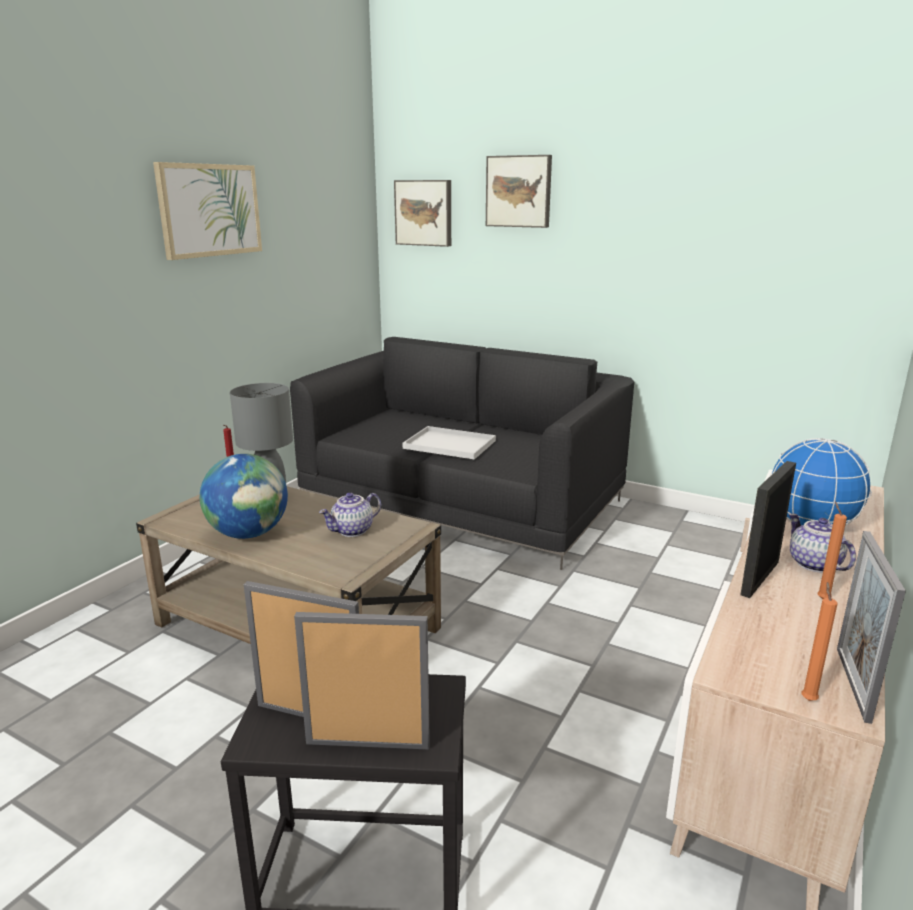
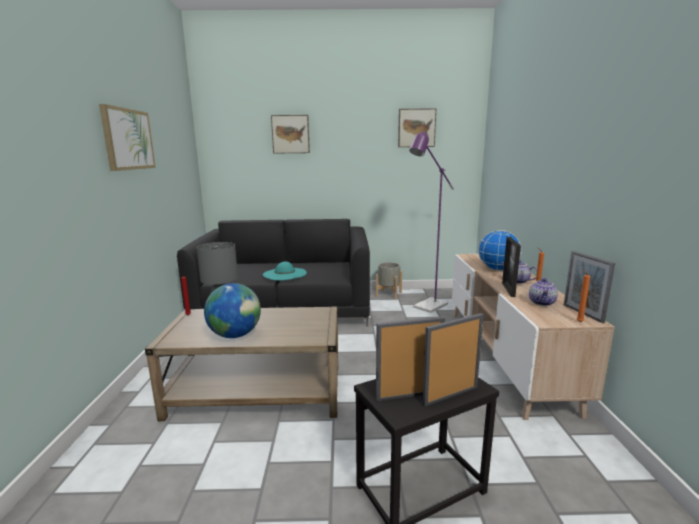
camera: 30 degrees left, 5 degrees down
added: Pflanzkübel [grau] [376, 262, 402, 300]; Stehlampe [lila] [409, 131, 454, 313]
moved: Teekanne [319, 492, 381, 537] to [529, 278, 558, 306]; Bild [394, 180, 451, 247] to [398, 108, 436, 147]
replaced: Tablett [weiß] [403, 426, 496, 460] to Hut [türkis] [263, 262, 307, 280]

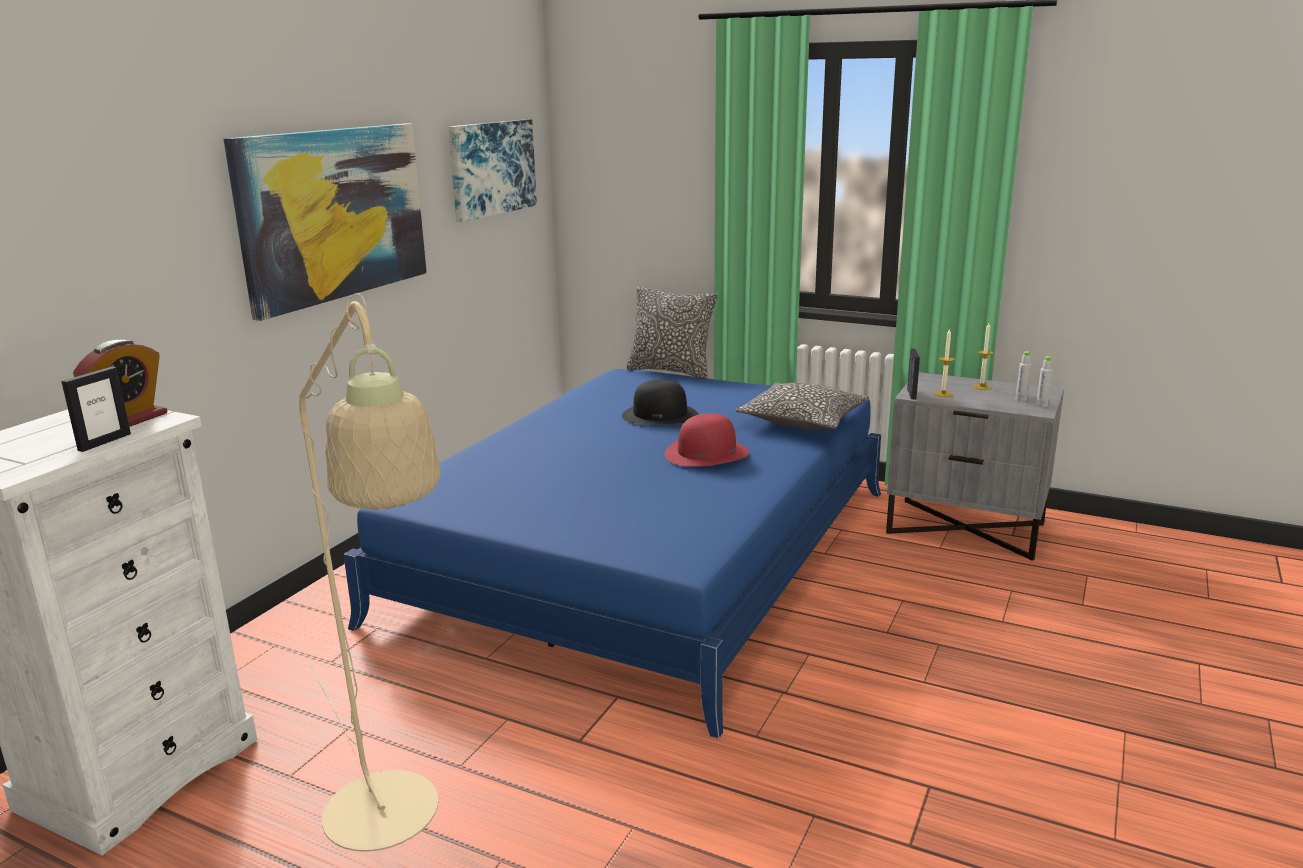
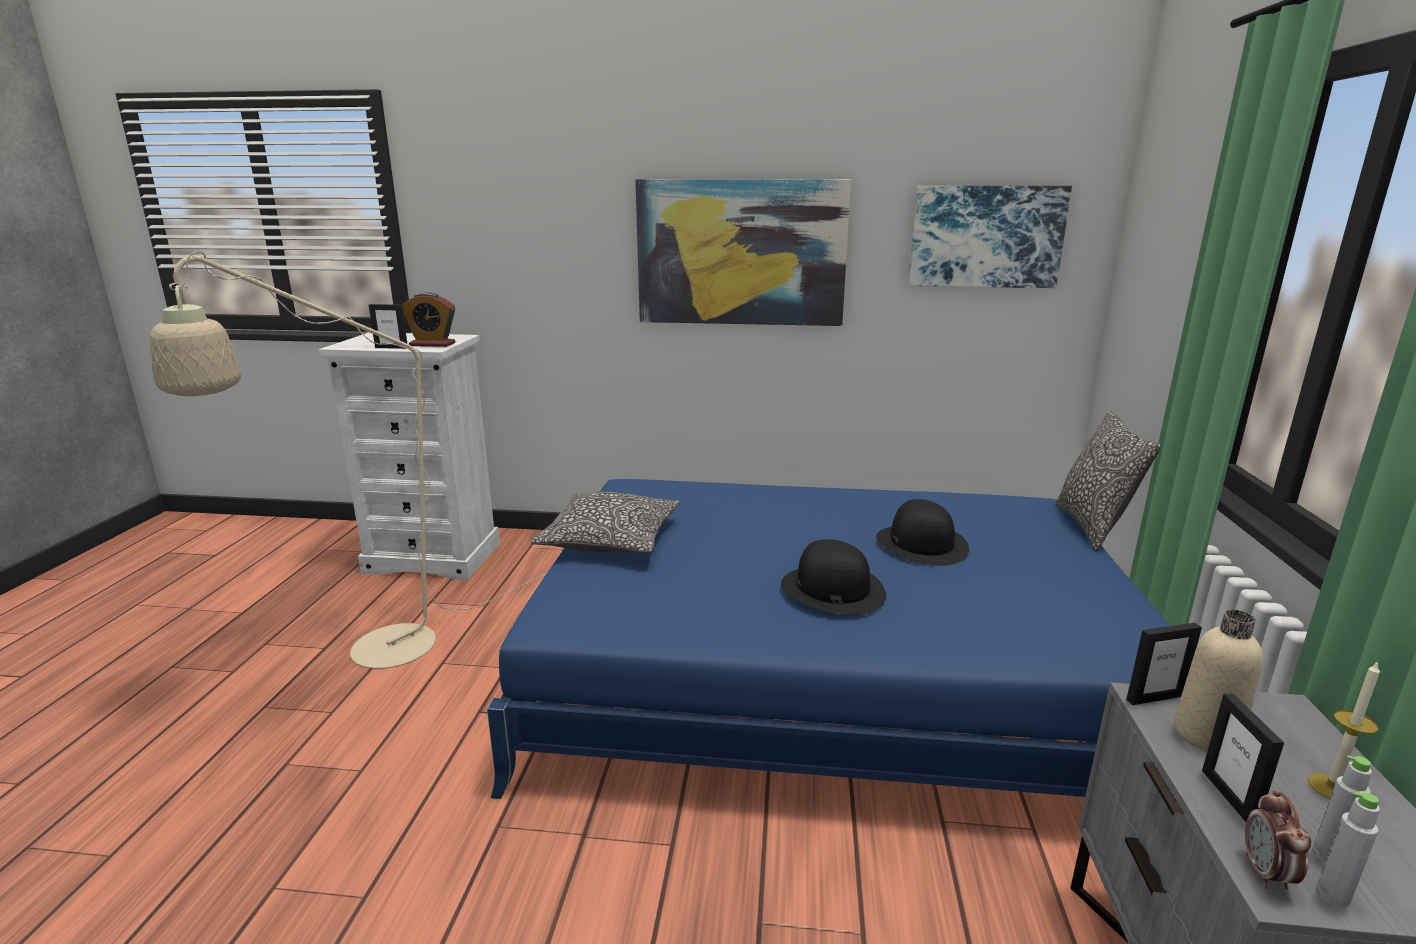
camera: 70 degrees right, 0 degrees up
added: Bilderrahmen [1202, 694, 1284, 822]; Wecker [1245, 790, 1311, 889]
moved: Kissen [735, 383, 869, 430] to [531, 492, 679, 553]
replaced: Kerze [934, 328, 955, 397] to Flasche [beige] [1174, 609, 1263, 752]
recoloured: Hut [rot] [665, 413, 749, 467] to Hut [schwarz] [781, 539, 886, 615]

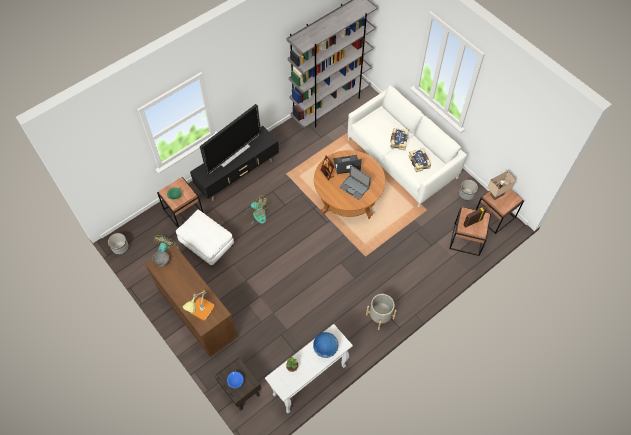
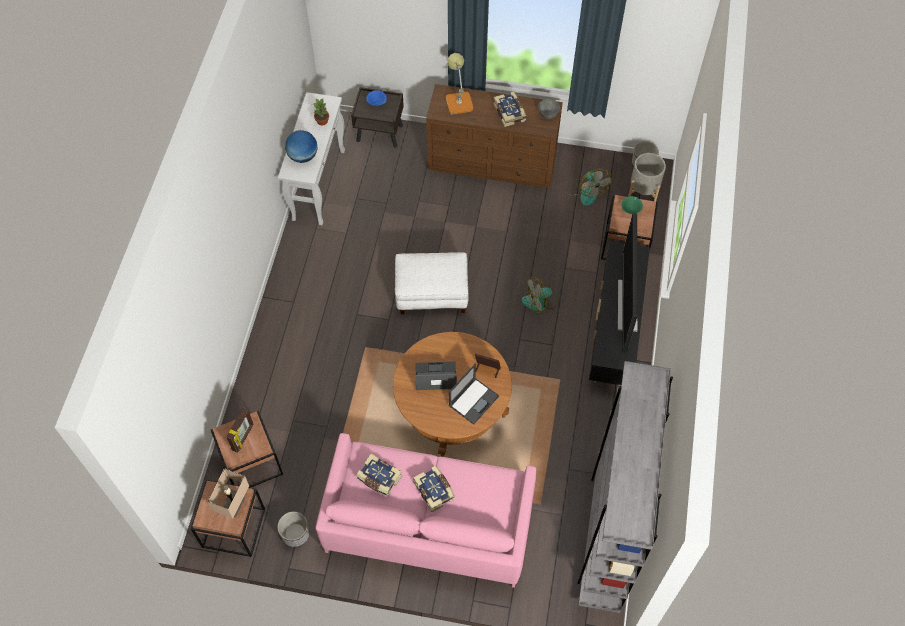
camera: 140 degrees right, 0 degrees up
added: Buch [493, 92, 526, 127]
moved: Polsterhocker [weiß] [176, 209, 234, 267] to [395, 252, 469, 314]; Pflanzkübel [grau] [366, 294, 397, 330] to [628, 153, 666, 202]
recoloured: Sofa [weiß] [348, 86, 467, 207] to Sofa [rosa] [315, 433, 536, 588]

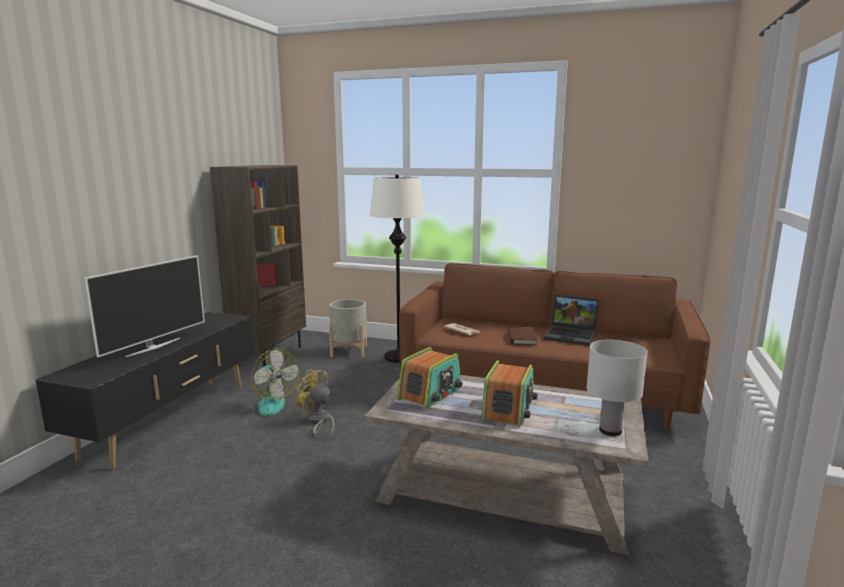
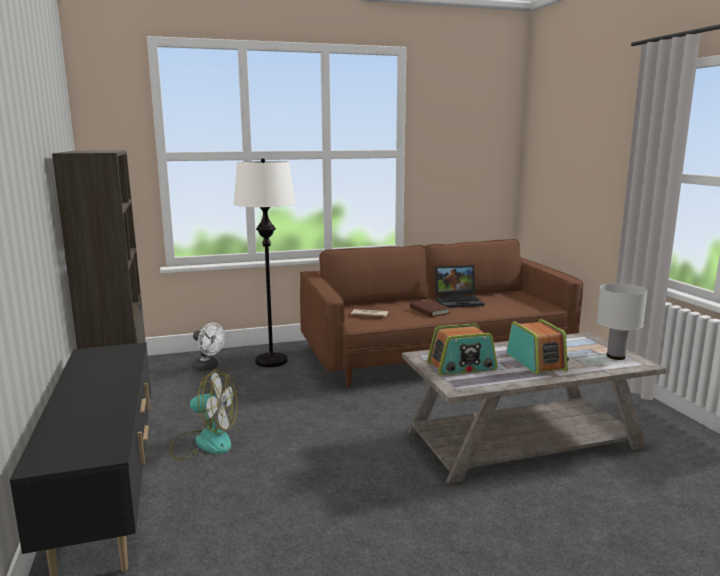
camera: 35 degrees left, 0 degrees up
removed: Fernseher [84, 255, 205, 357]; Ventilator [gelb] [296, 369, 334, 438]
replaced: Pflanzkübel [grau] [329, 299, 367, 357] to Ventilator [weiß] [192, 323, 225, 371]
turned: Radio [397, 347, 463, 409] = [427, 323, 498, 375] 75 degrees clockwise

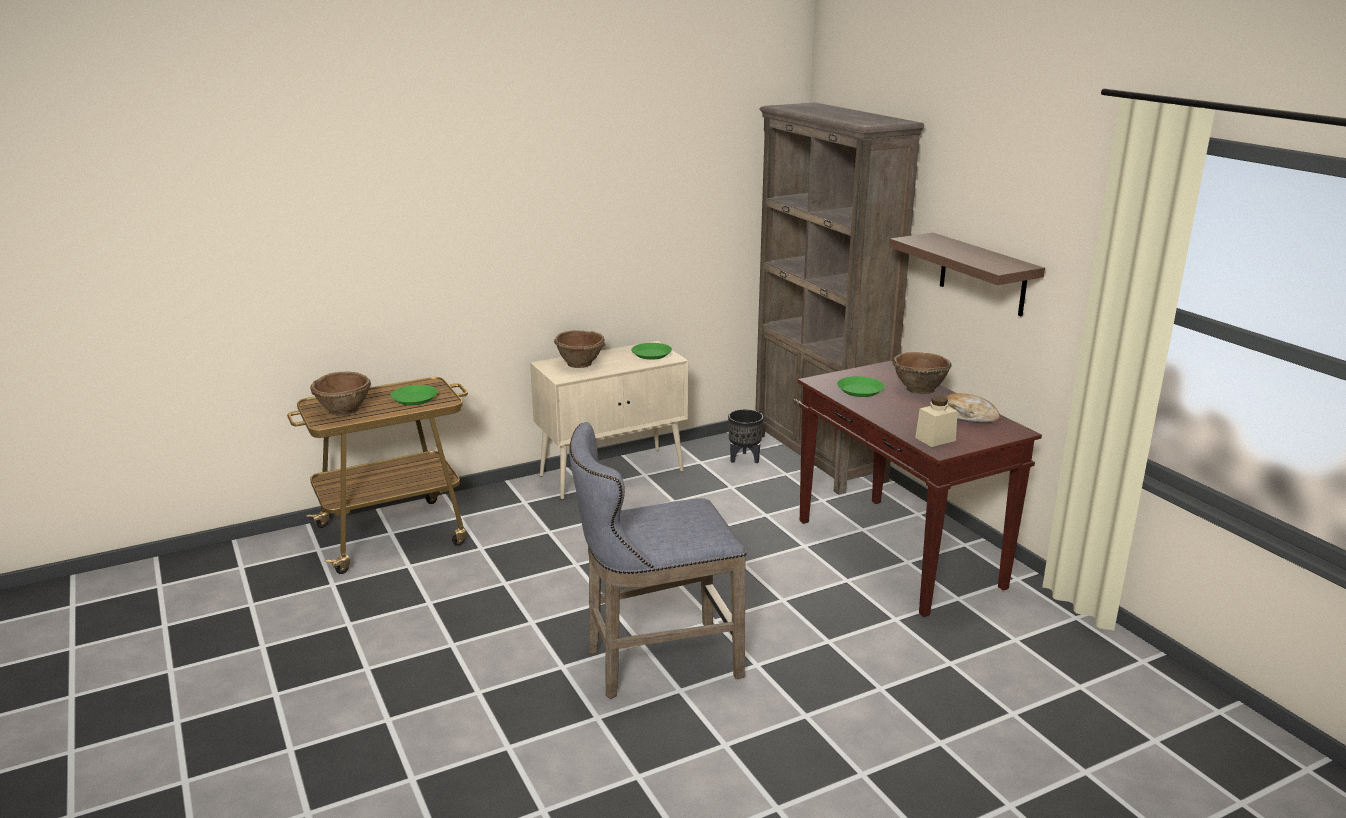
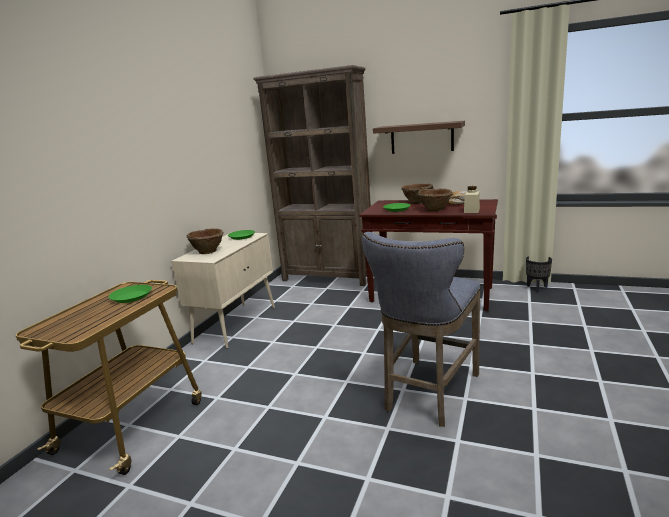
camera: 40 degrees left, 5 degrees down
moved: Schüssel [braun] [310, 372, 371, 416] to [418, 188, 453, 212]; Pflanzkübel [schwarz] [728, 409, 764, 463] to [526, 257, 552, 292]

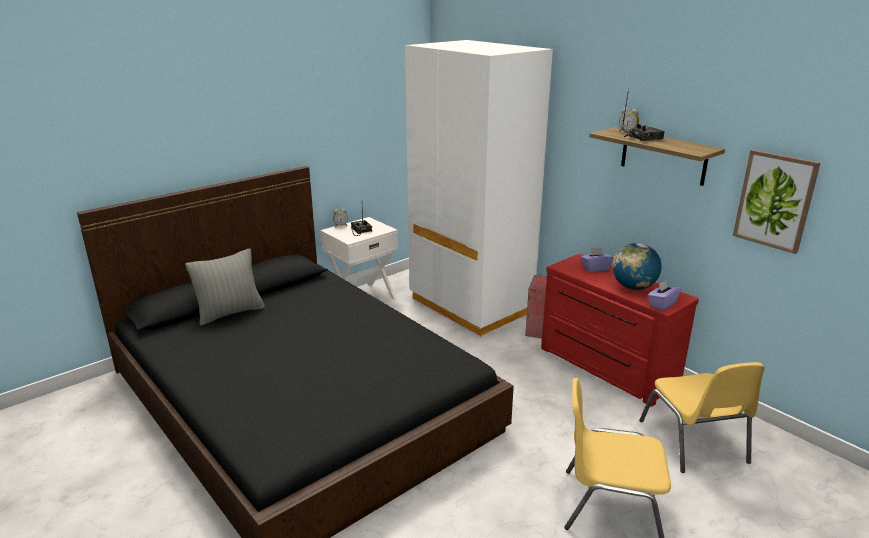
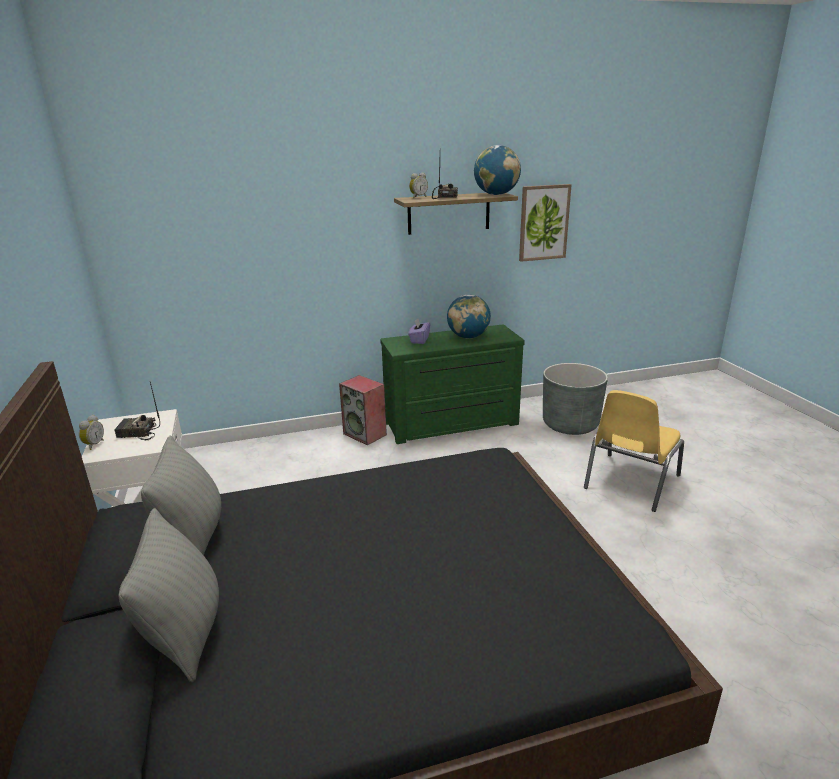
camera: 65 degrees left, 0 degrees up
removed: Kleiderschrank [weiß] [405, 40, 553, 336]; Taschentuchbox [lila] [648, 280, 681, 311]
added: Kissen [grau] [141, 436, 221, 555]; Globus [474, 145, 521, 195]
replaced: Stuhl [gelb] [639, 362, 765, 473] to Pflanzkübel [grau] [543, 363, 608, 435]
recoloured: Kommode [rot] [541, 254, 699, 407] to Kommode [grün] [380, 324, 525, 444]

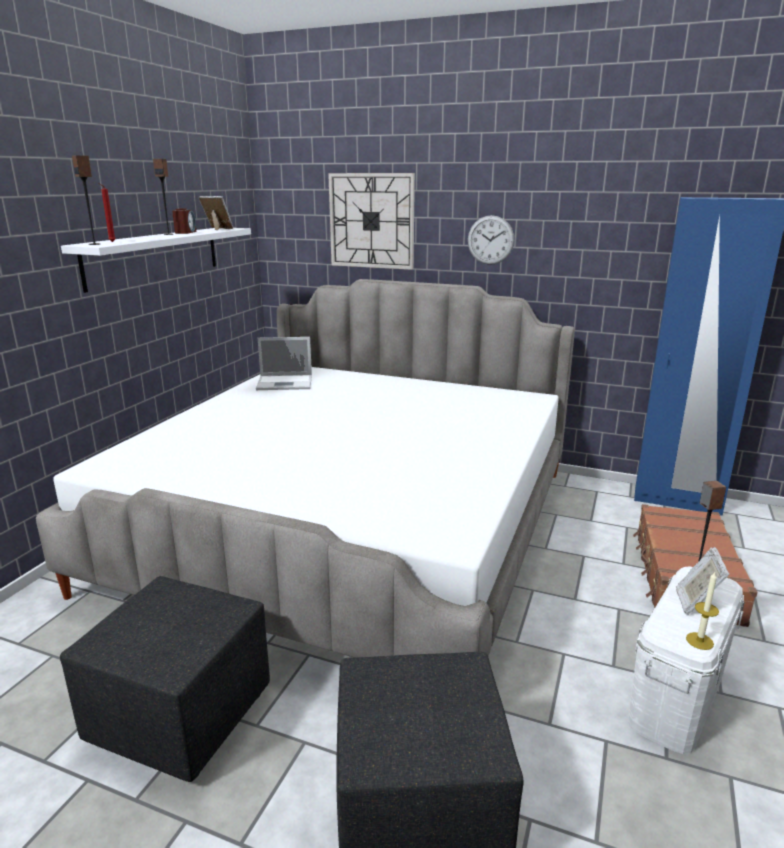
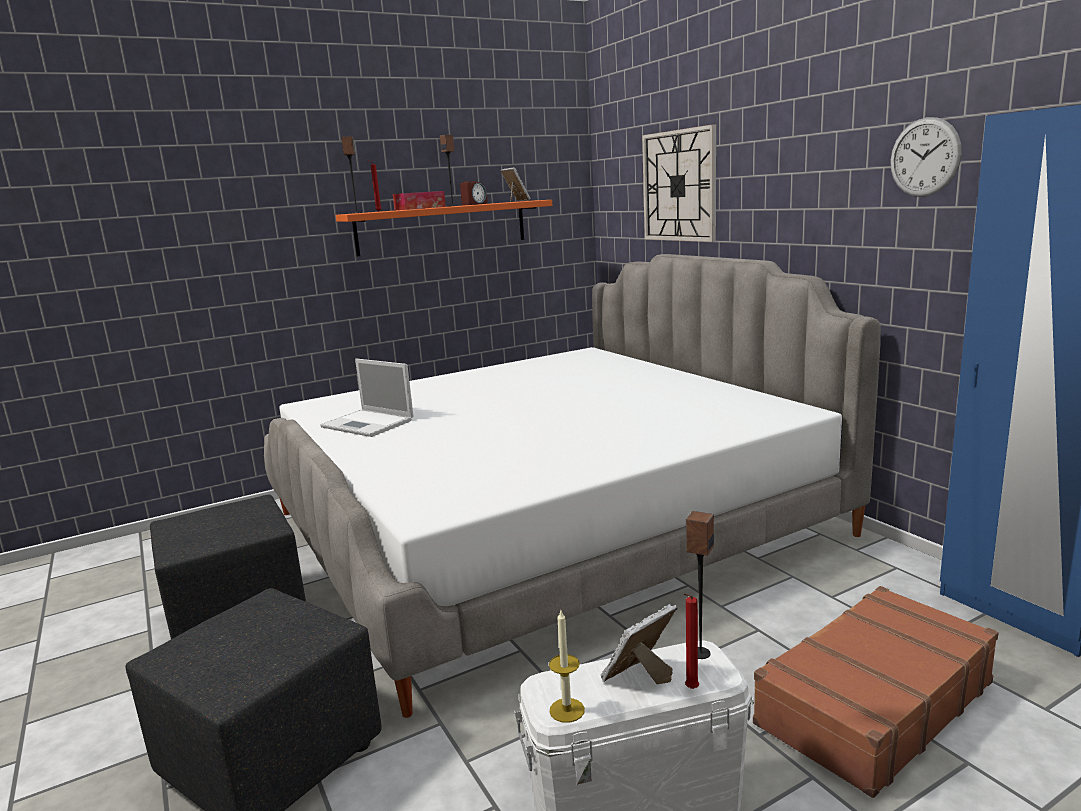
camera: 40 degrees right, 5 degrees down
added: Taschentuchbox [393, 191, 446, 210]; Kerze [rot] [684, 594, 699, 689]
moved: Laptop [256, 337, 312, 390] to [320, 358, 414, 437]; Wanduhr [468, 215, 514, 265] to [890, 117, 962, 197]
recoloured: Wandregal [weiß] [61, 228, 251, 293] to Wandregal [orange] [336, 200, 553, 256]

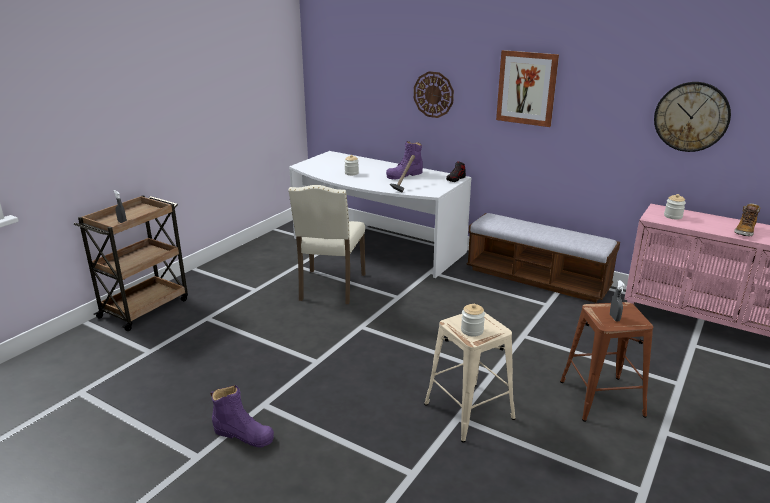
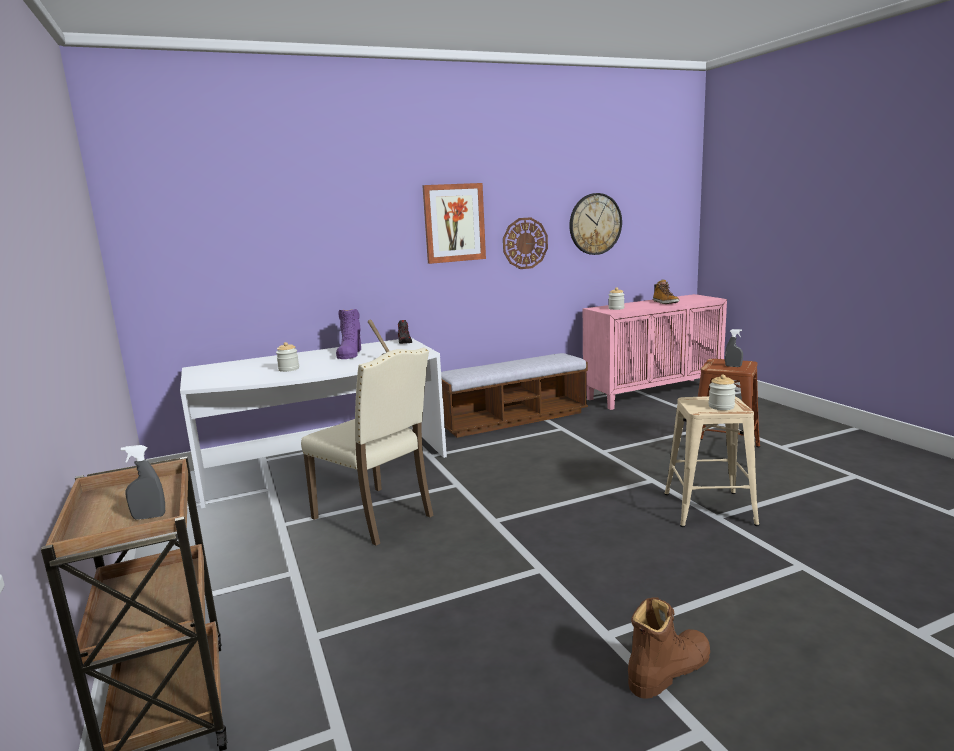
camera: 55 degrees left, 10 degrees down
moved: Wanduhr [414, 71, 454, 118] to [503, 217, 548, 269]
recoloured: Stiefel [lila] [210, 385, 274, 448] to Stiefel [braun] [628, 598, 710, 699]

